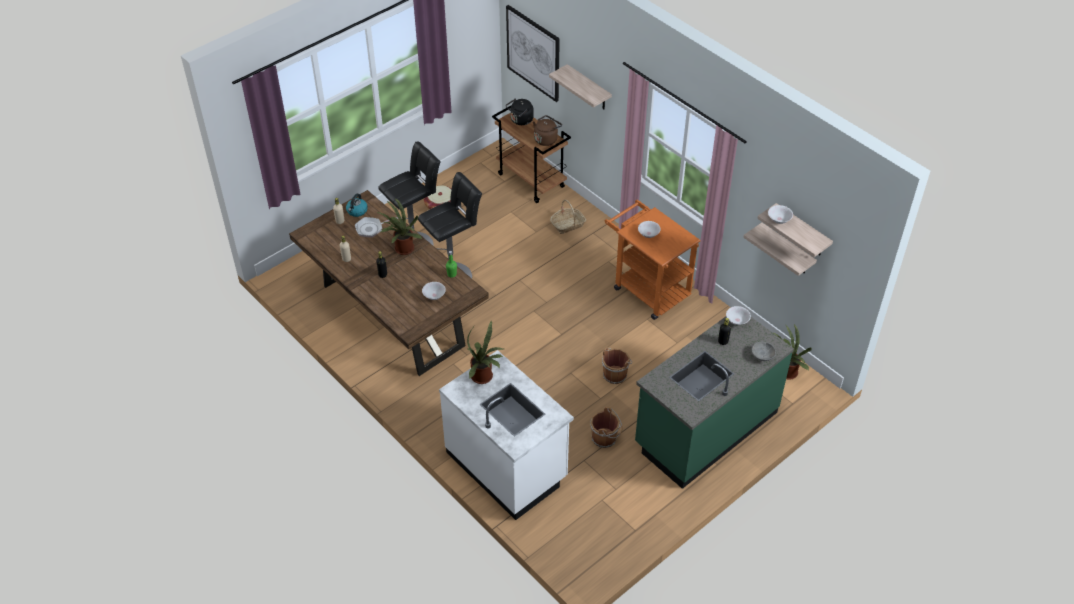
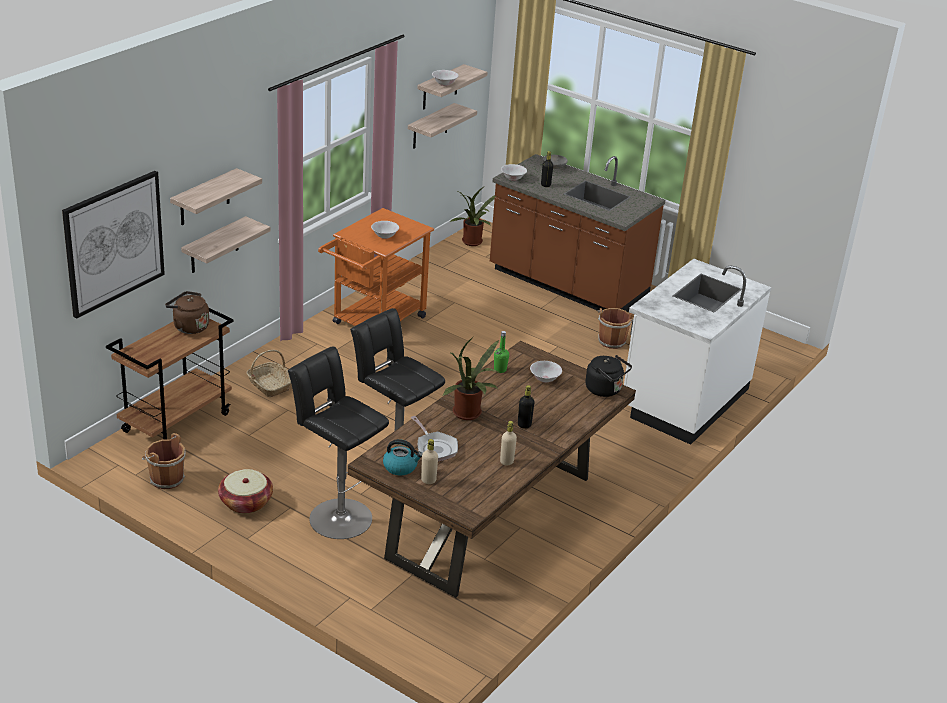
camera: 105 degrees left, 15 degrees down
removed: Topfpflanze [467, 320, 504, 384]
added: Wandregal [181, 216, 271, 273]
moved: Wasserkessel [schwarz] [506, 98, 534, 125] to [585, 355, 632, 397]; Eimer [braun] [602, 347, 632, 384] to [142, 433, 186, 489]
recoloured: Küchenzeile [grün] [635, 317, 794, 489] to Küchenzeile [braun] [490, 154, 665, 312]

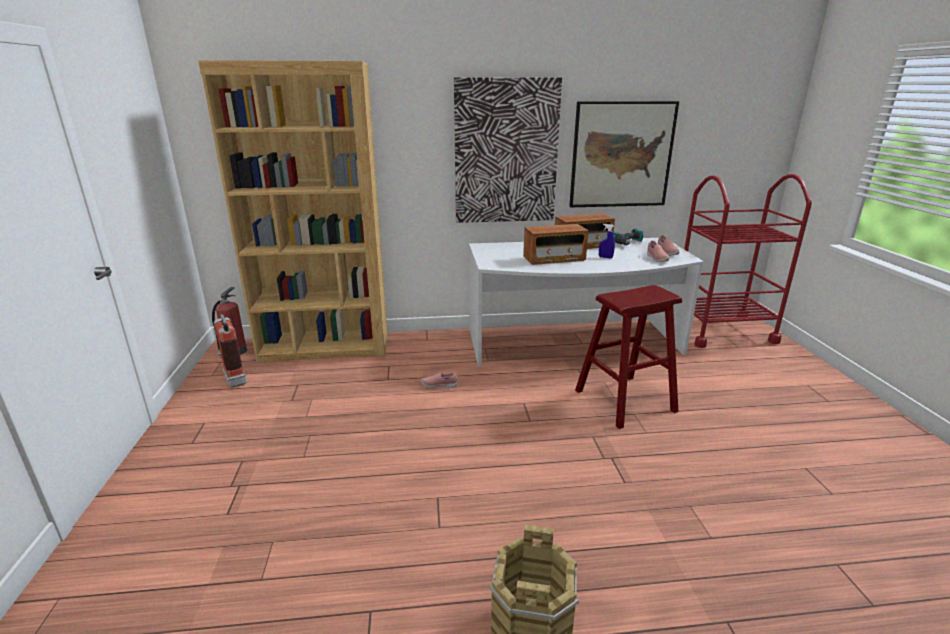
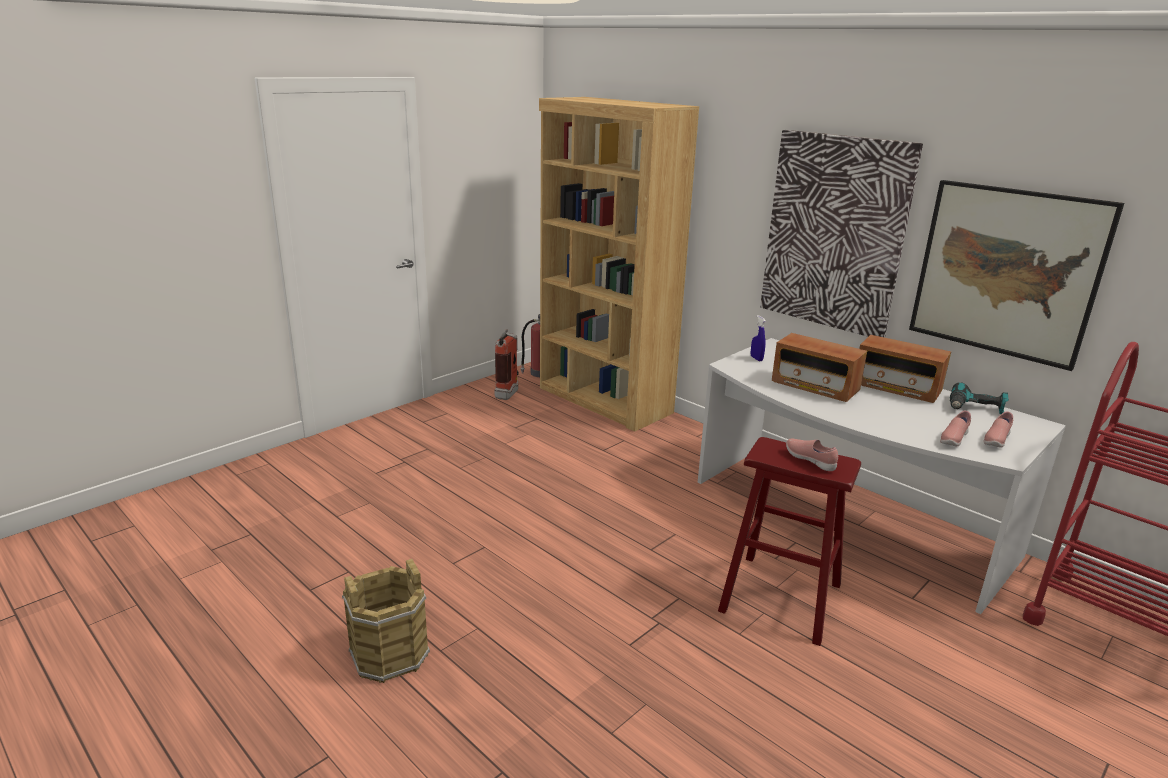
camera: 50 degrees right, 0 degrees up
moved: Schuh [rosa] [421, 372, 458, 388] to [786, 439, 838, 471]; Sprühflasche [blau] [599, 224, 615, 258] to [751, 315, 766, 361]

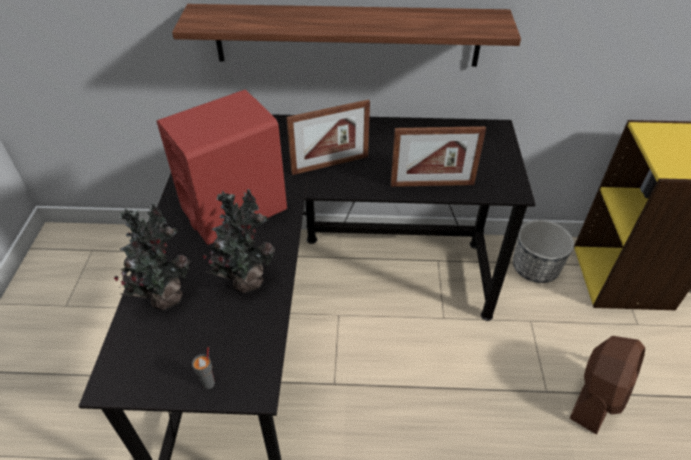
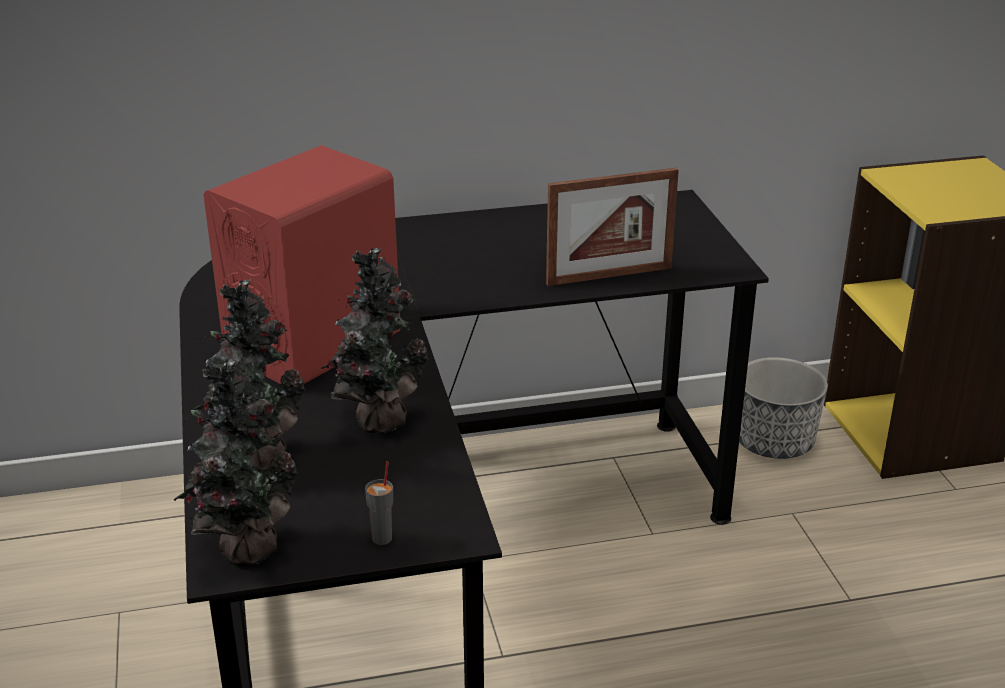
camera: 15 degrees left, 15 degrees down
removed: Wandregal [172, 4, 521, 67]; Bilderrahmen [286, 100, 370, 175]; Ventilator [braun] [570, 336, 645, 435]
added: Topfpflanze [174, 358, 298, 566]

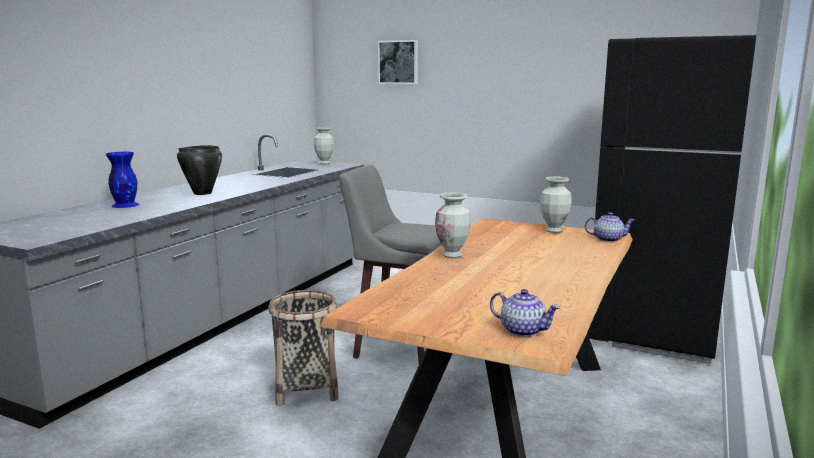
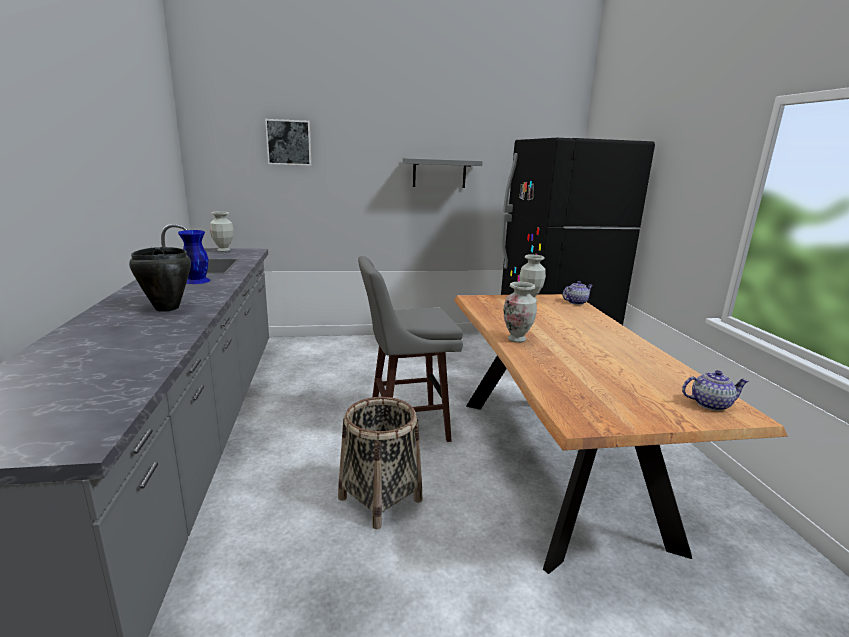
camera: 35 degrees left, 5 degrees up
added: Wandregal [grau] [403, 158, 483, 188]
moved: Vase [blau] [106, 152, 140, 208] to [178, 230, 211, 284]

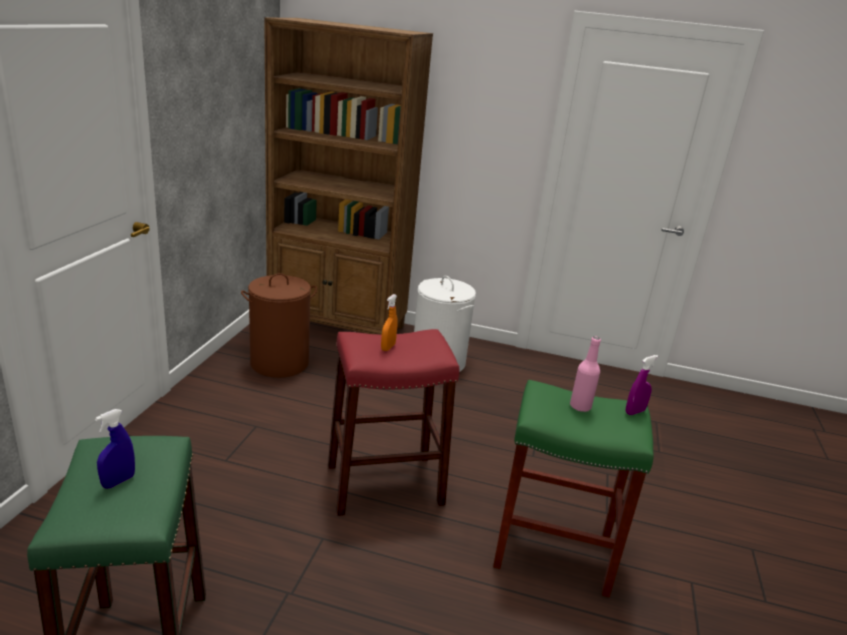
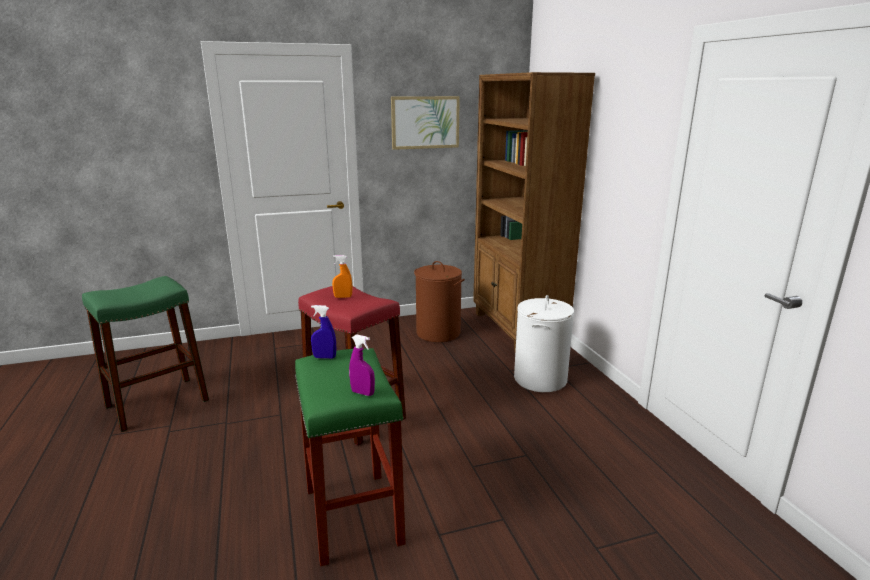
camera: 60 degrees right, 5 degrees down
removed: Flasche [rosa] [570, 337, 601, 412]
added: Bild [391, 96, 460, 150]
moved: Sprühflasche [blau] [95, 409, 135, 489] to [311, 305, 336, 359]

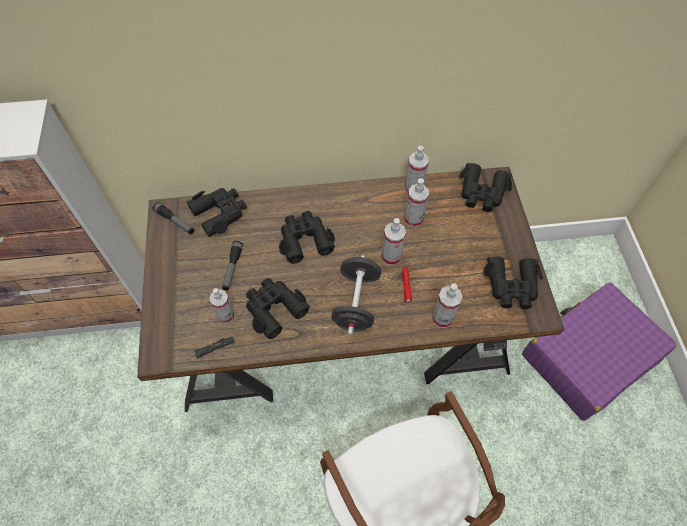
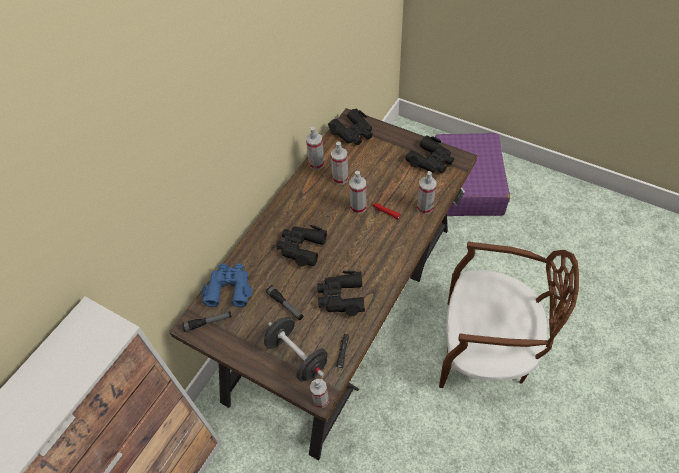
camera: 50 degrees left, 5 degrees down
moved: Sprühflasche [209, 288, 234, 323] to [310, 379, 329, 408]; Hantel [schwarz] [332, 255, 381, 335] to [264, 317, 328, 381]
recoloured: Fernglas [schwarz] [186, 188, 247, 237] to Fernglas [blau] [202, 263, 253, 307]

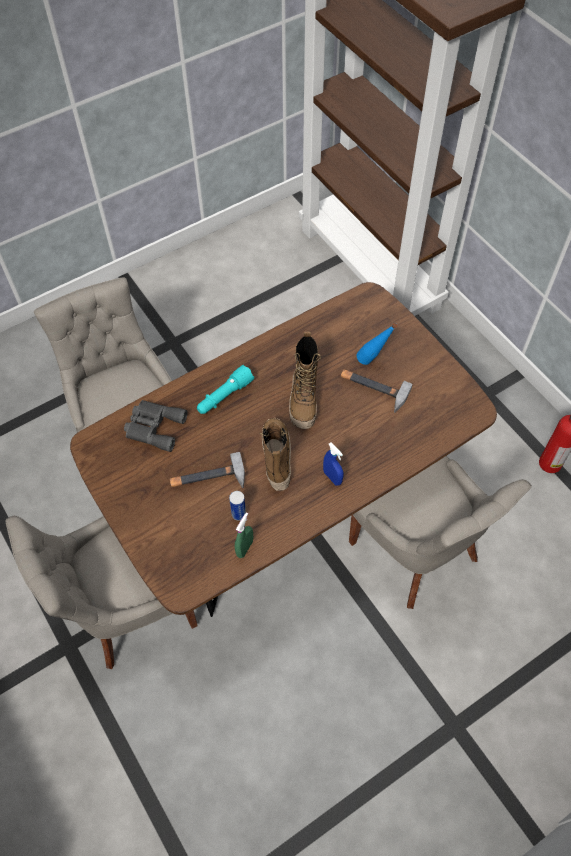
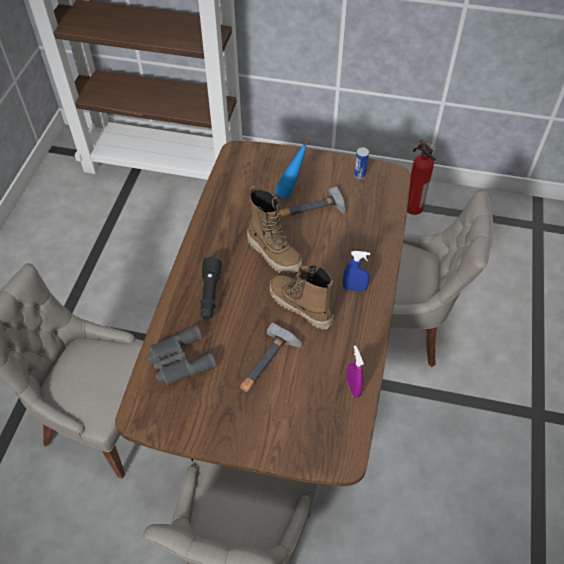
camera: 45 degrees left, 5 degrees down
moved: Dose [229, 491, 246, 521] to [354, 147, 369, 179]
recoloured: Taschenlampe [türkis] [197, 365, 254, 414] to Taschenlampe [schwarz] [200, 257, 222, 320]; Sprühflasche [grün] [235, 512, 253, 558] to Sprühflasche [lila] [346, 346, 364, 398]

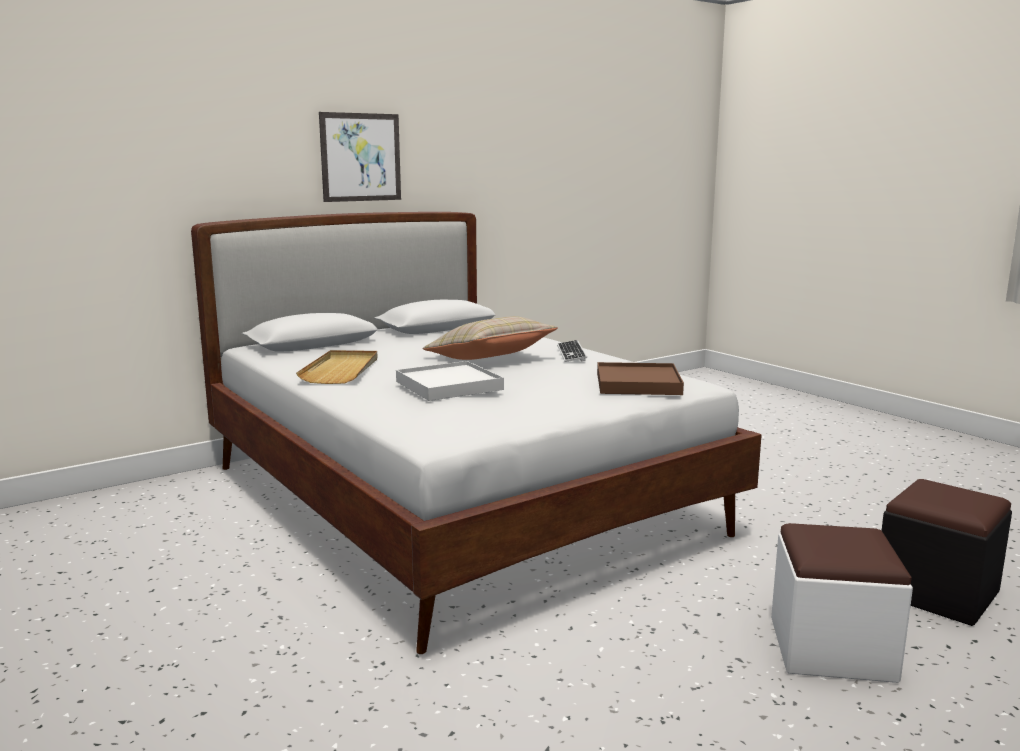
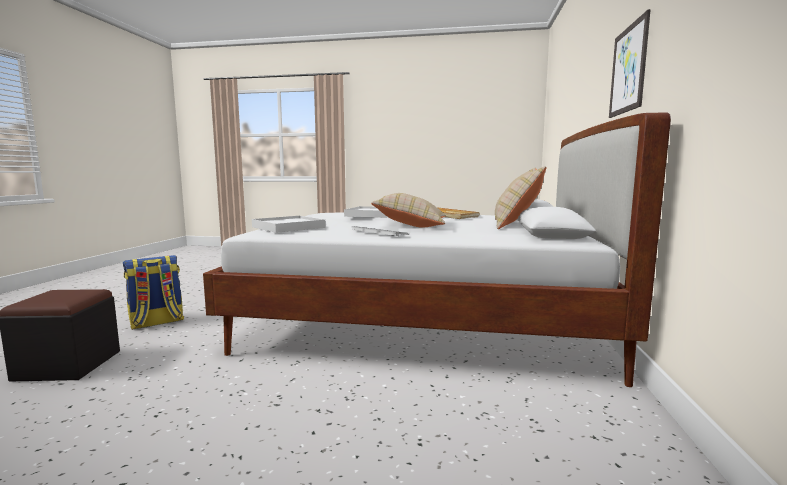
camera: 135 degrees right, 5 degrees down
added: Kissen [beige] [495, 166, 546, 229]
replaced: Polsterhocker [weiß] [771, 523, 913, 683] to Rucksack [123, 255, 184, 330]
recoloured: Tablett [braun] [597, 362, 684, 395] to Tablett [weiß] [252, 216, 325, 233]

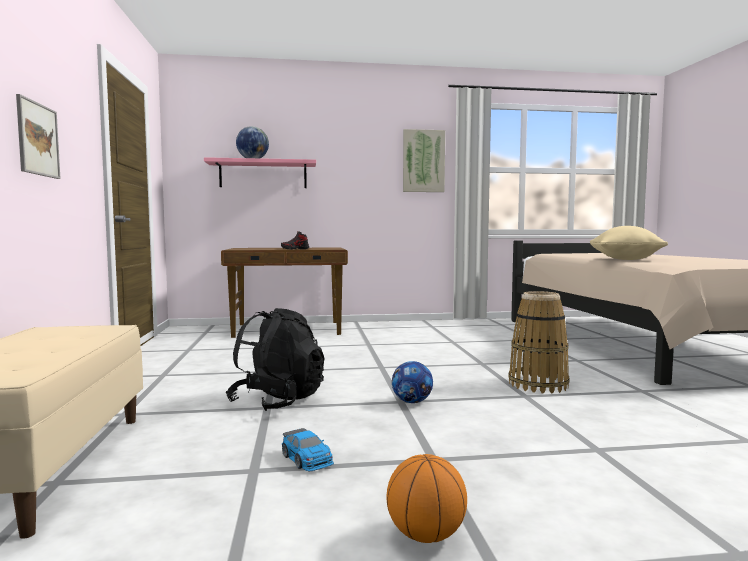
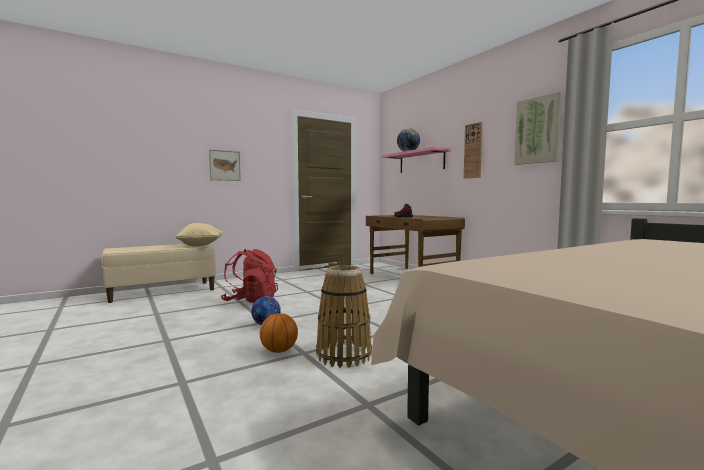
camera: 65 degrees right, 0 degrees up
removed: Spielzeugauto [282, 428, 334, 471]
added: Wanduhr [464, 122, 482, 179]
moved: Basketball [386, 454, 467, 543] to [260, 313, 298, 353]; Kissen [beige] [590, 226, 668, 260] to [175, 223, 223, 247]
recoloured: Rucksack [schwarz] [226, 308, 325, 411] to Rucksack [rot] [221, 249, 278, 303]

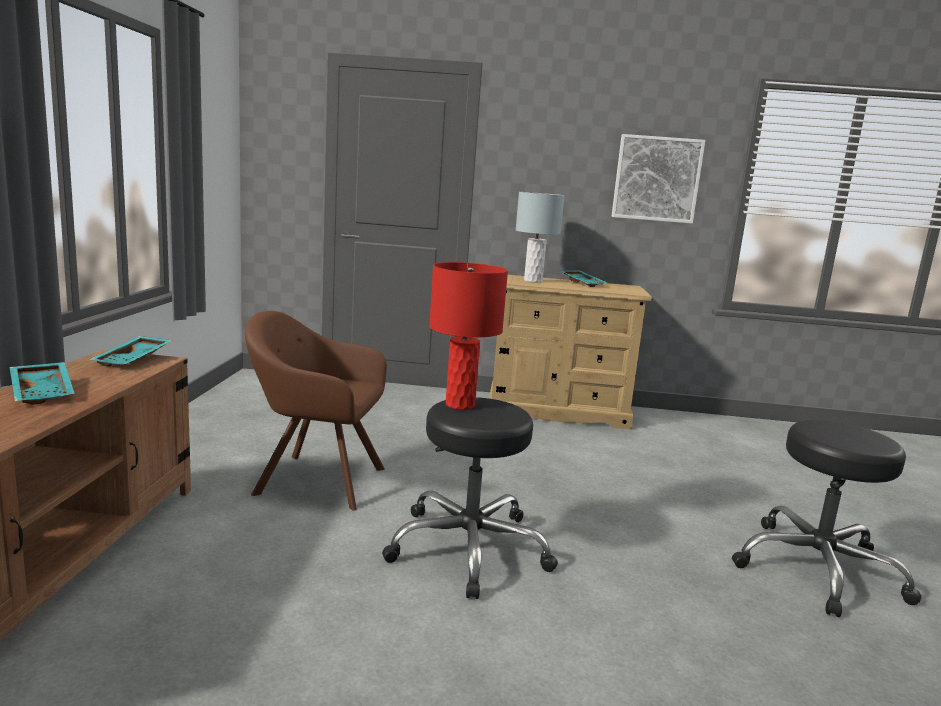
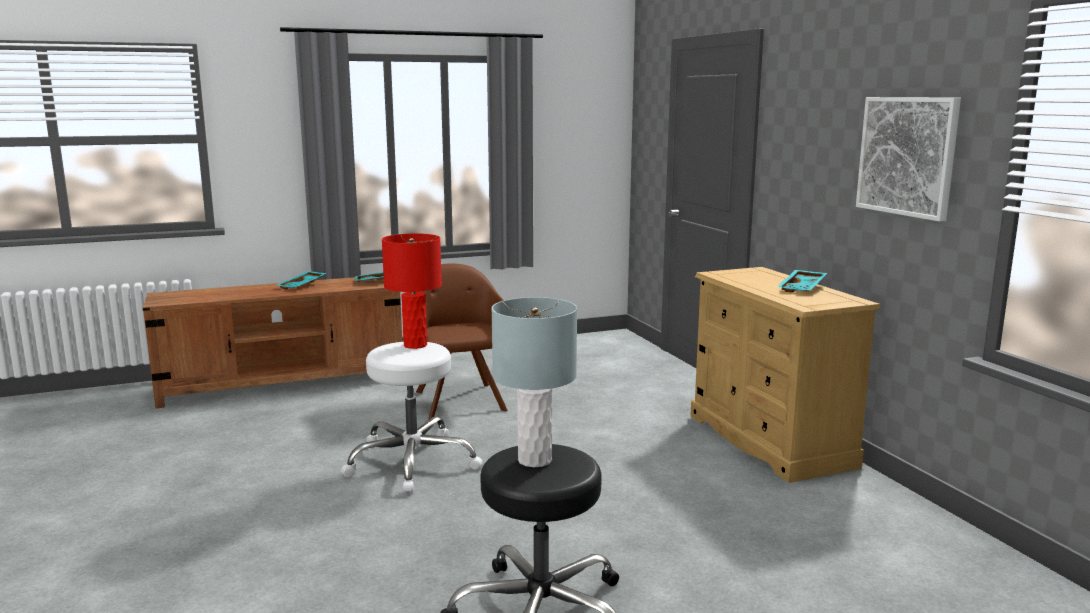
camera: 65 degrees right, 0 degrees up
moved: Tischlampe [grau] [516, 192, 565, 283] to [491, 297, 577, 467]
recoloured: Hocker [schwarz] [382, 397, 558, 599] to Hocker [weiß] [341, 342, 483, 493]

